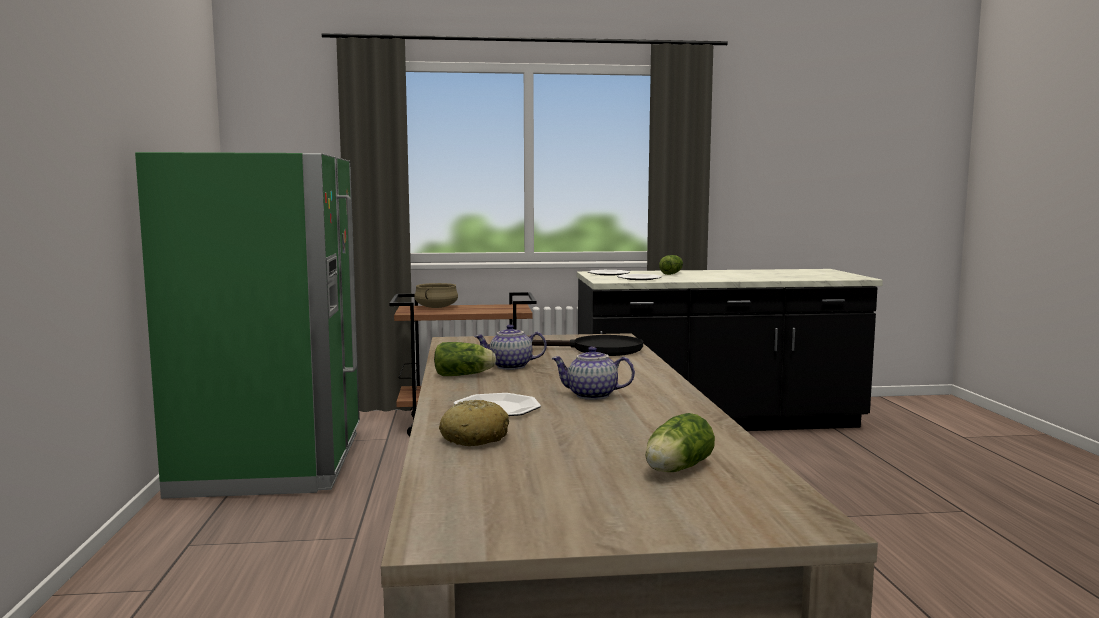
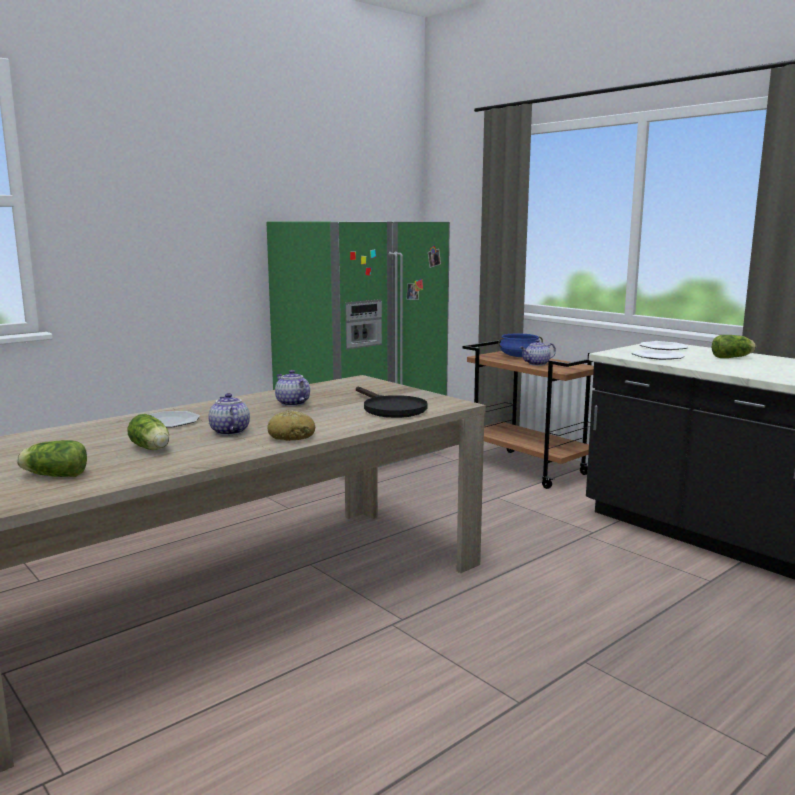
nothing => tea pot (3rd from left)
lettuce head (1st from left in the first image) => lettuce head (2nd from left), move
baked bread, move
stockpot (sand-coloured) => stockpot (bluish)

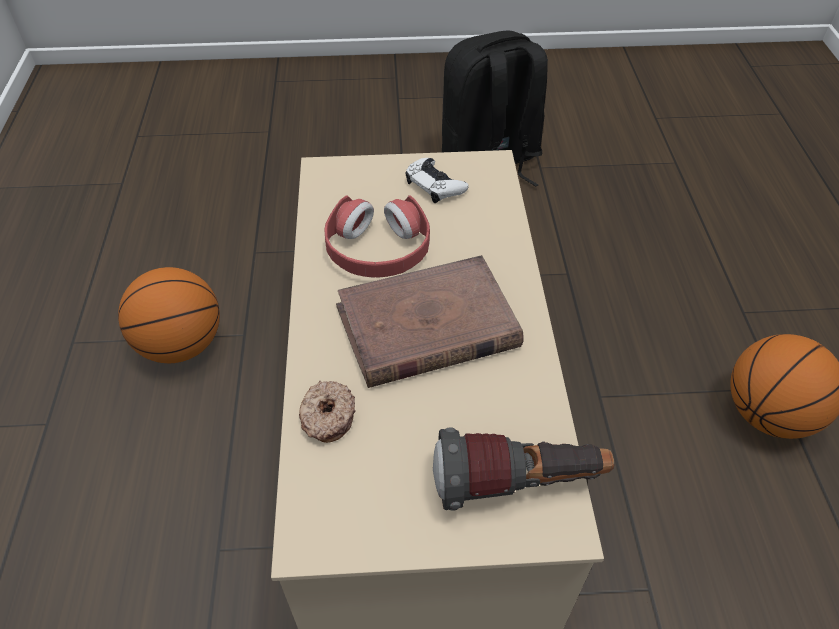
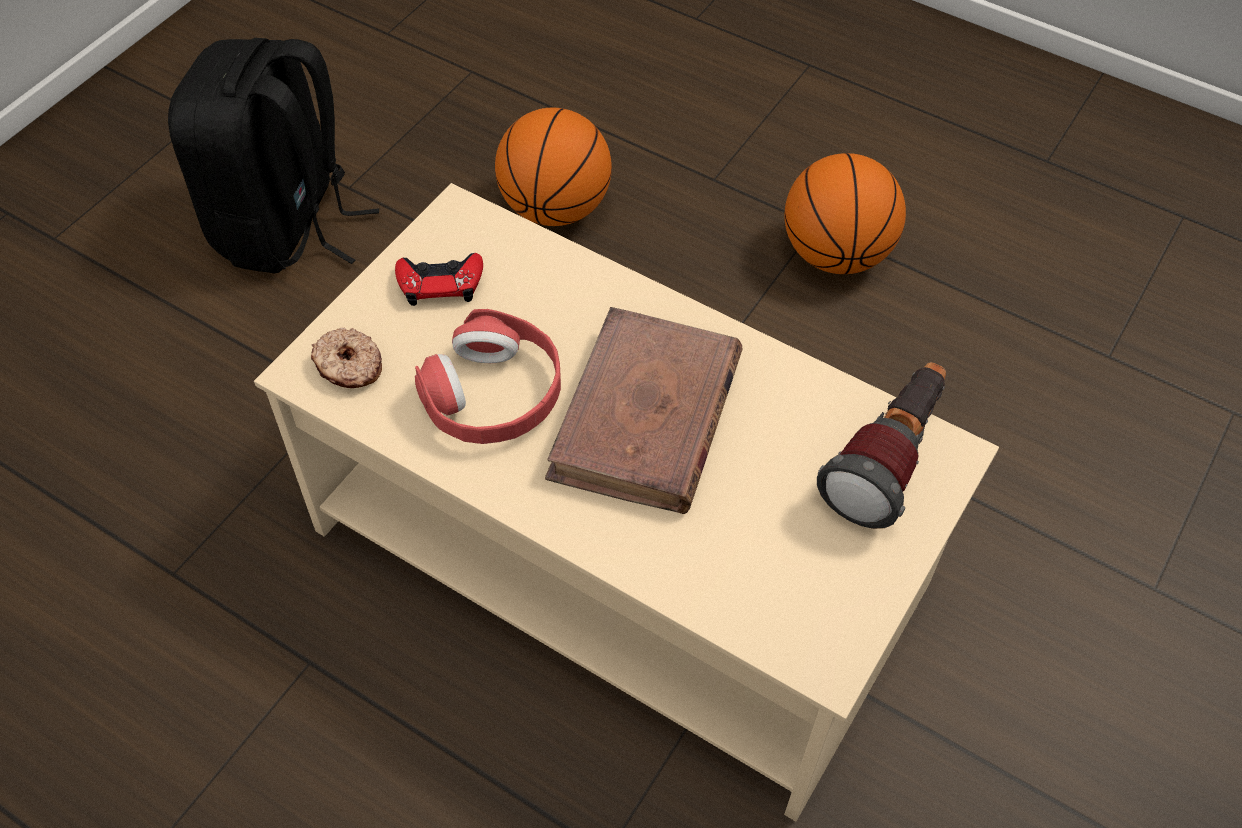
basketball ball (1st from left), move
doughnut, move
game controller (white-coloured) => game controller (red-coloured)

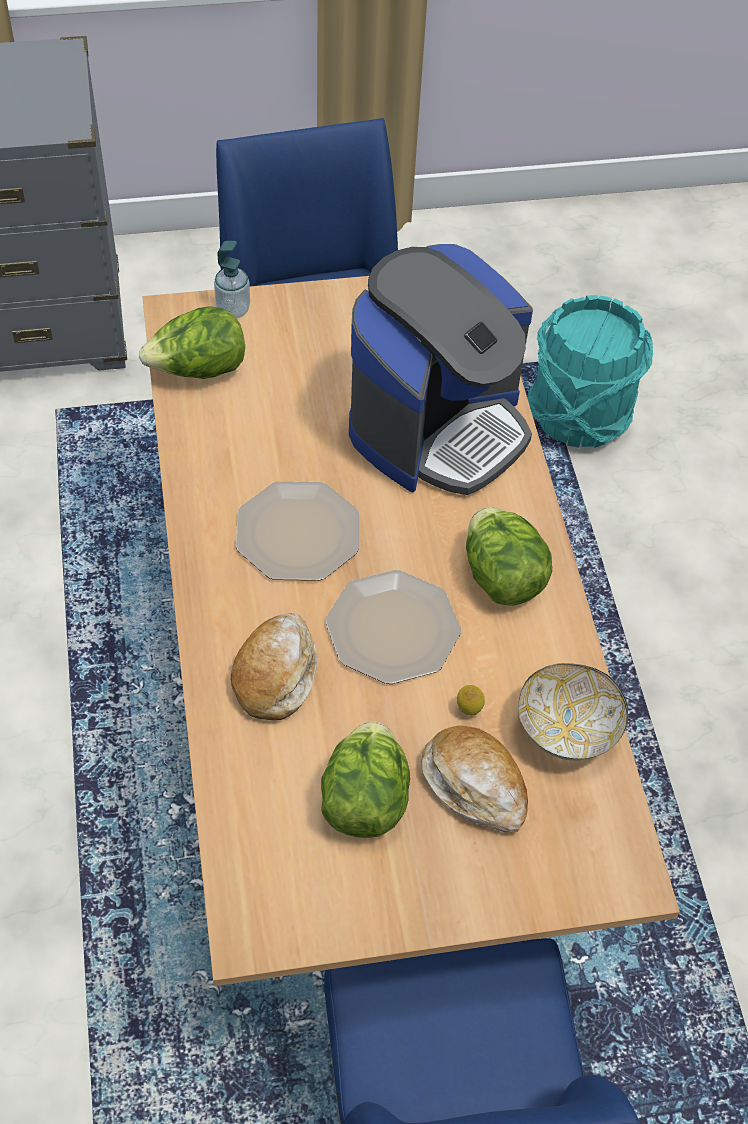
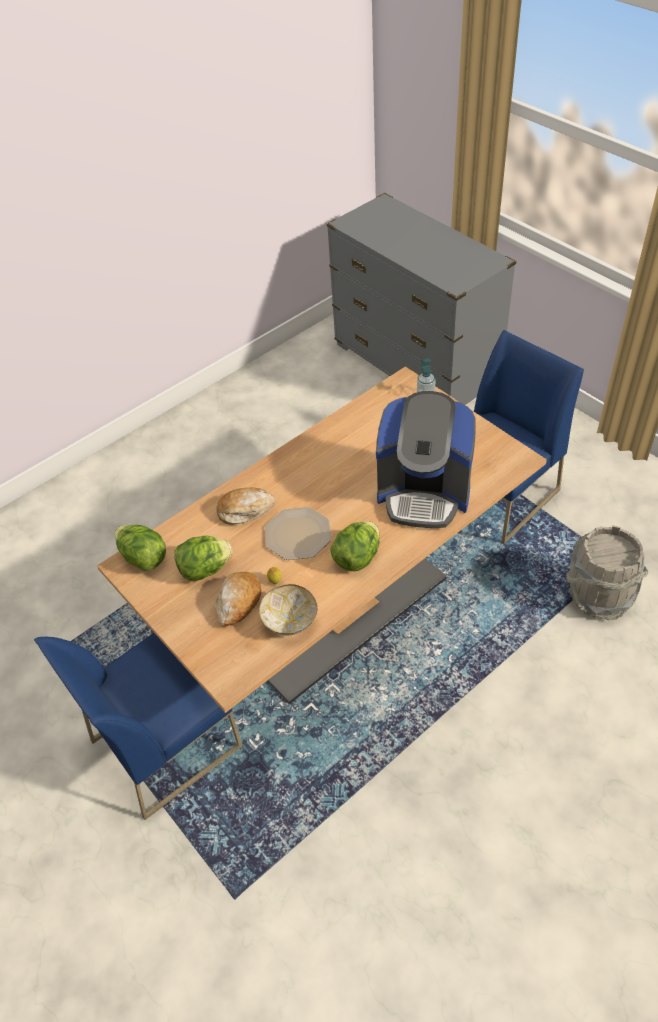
flat dish (1st from left) => nothing
lettuce head (1st from left), move
pail (blue-green) => pail (grey)

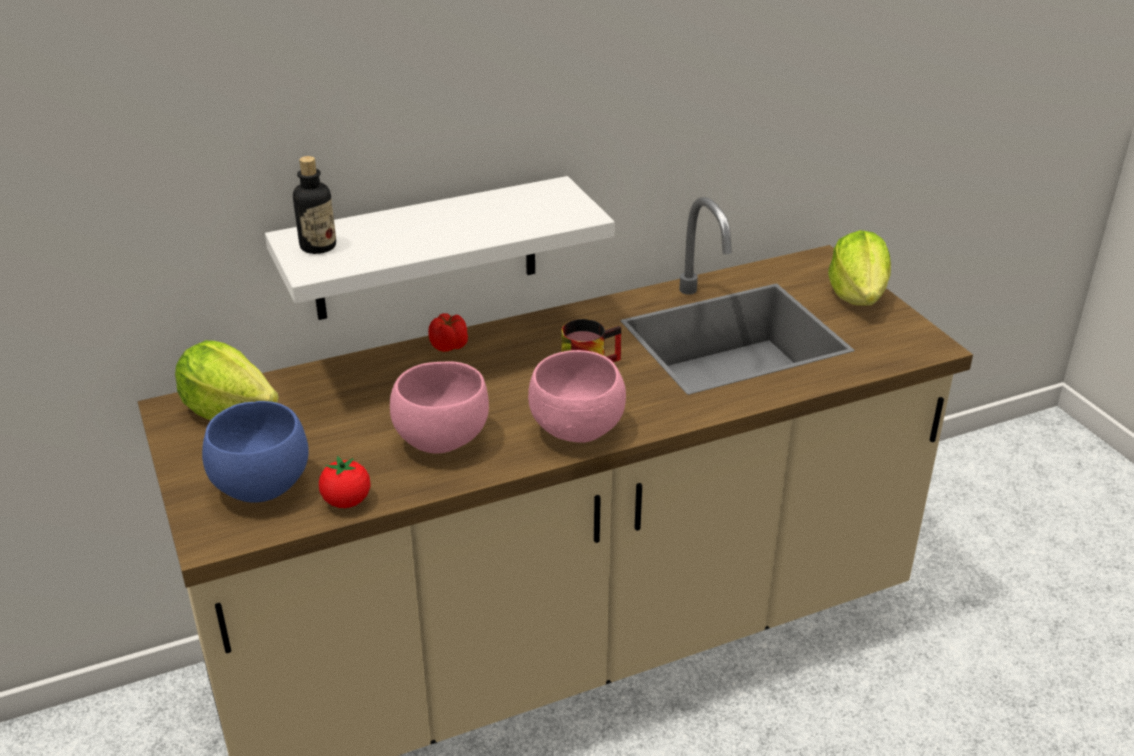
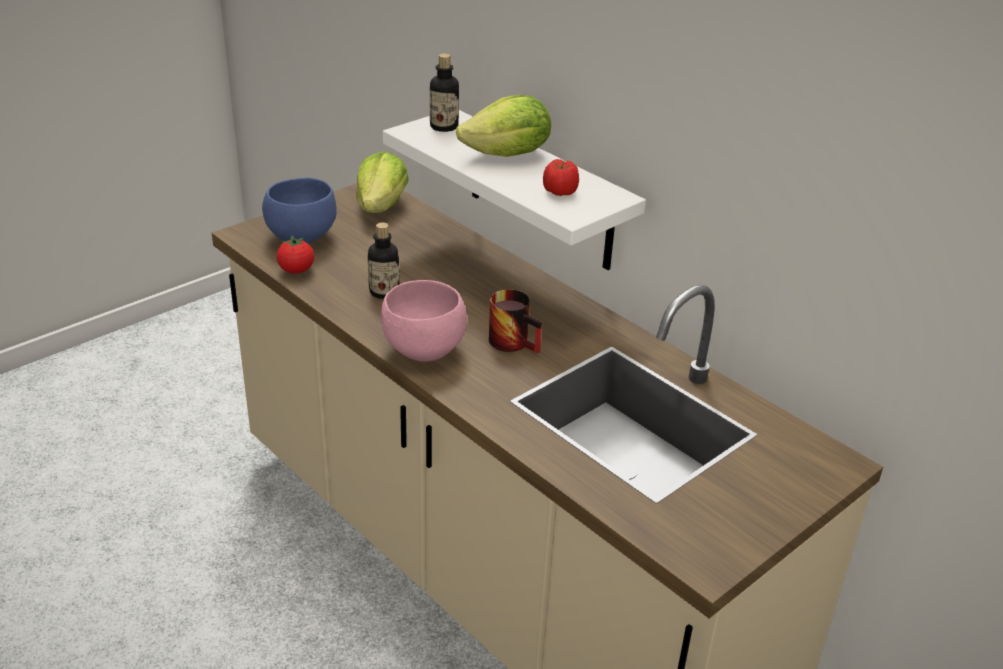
fresh tomato (2nd from left), move
lettuce head (2nd from left), move
deep dish (pink) (1st from left) => drink bottle (1st from left)

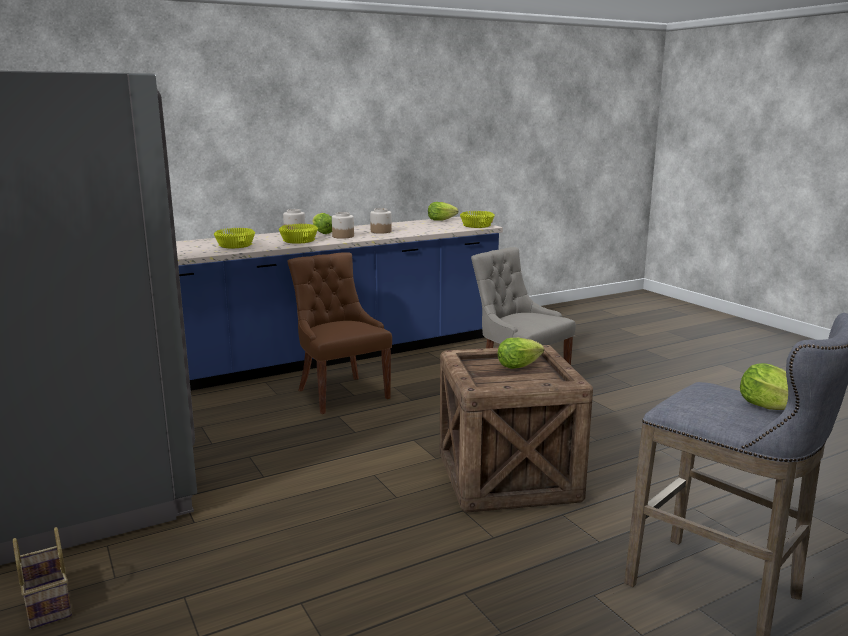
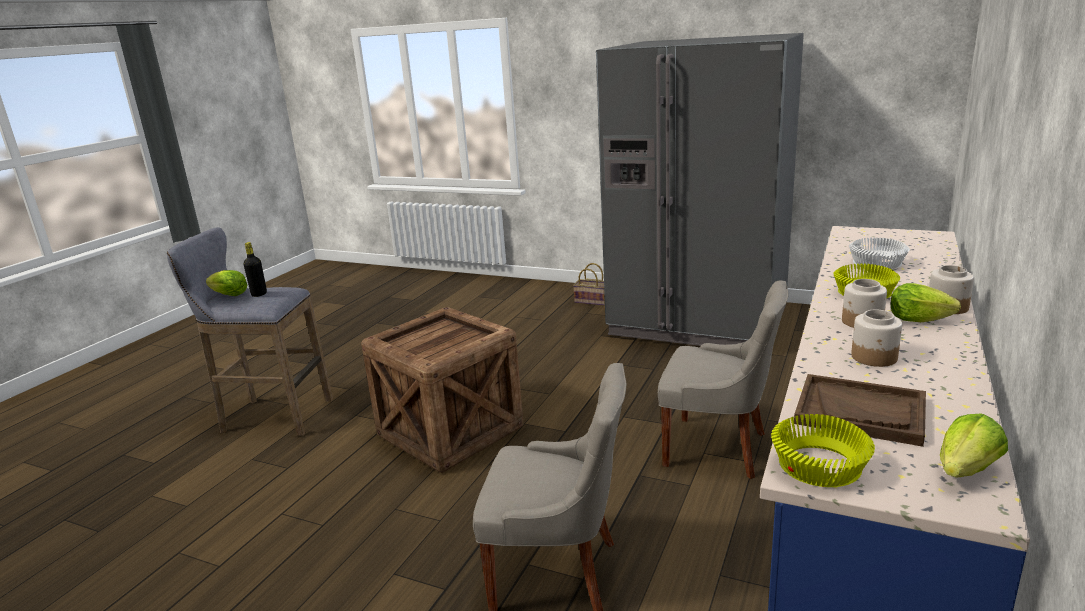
lettuce head (3rd from left) => nothing
nothing => drink bottle (blackish)
nothing => serving tray (brownish)
deep dish (yellow-coloured) (1st from left) => deep dish (white-coloured)
upright chair (brownish) => upright chair (grey) (2nd from left)

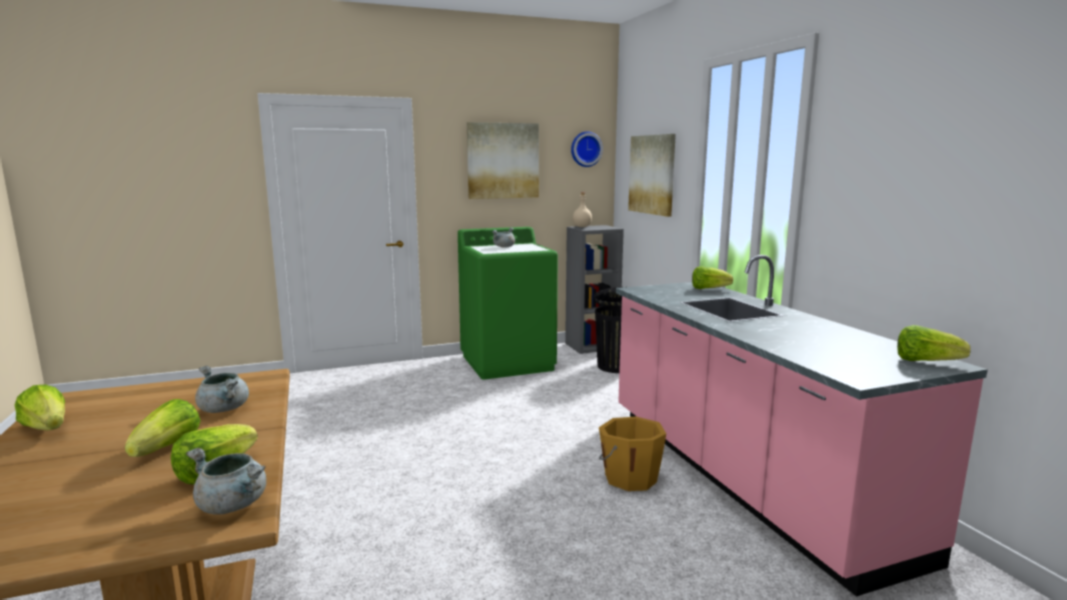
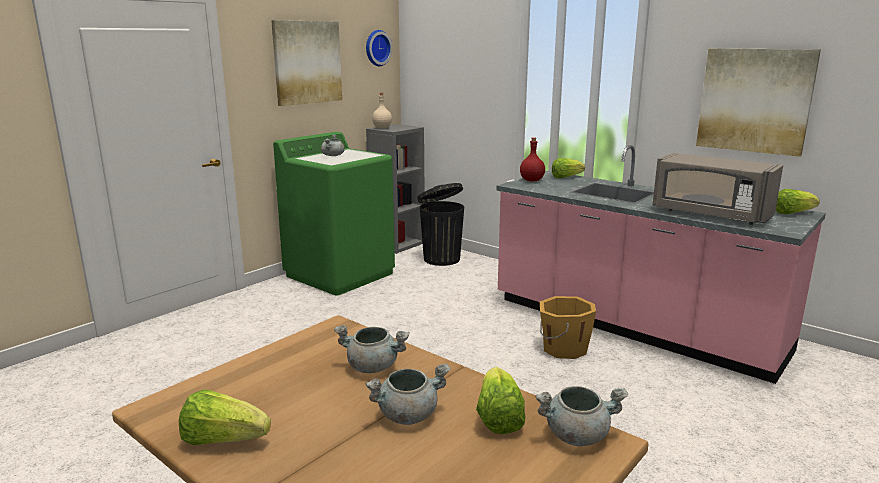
nothing => drink bottle (red-coloured)
nothing => microwave (grey)
picture (2nd from left), move
lettuce head (2nd from left) => stockpot (grey) (3rd from left)

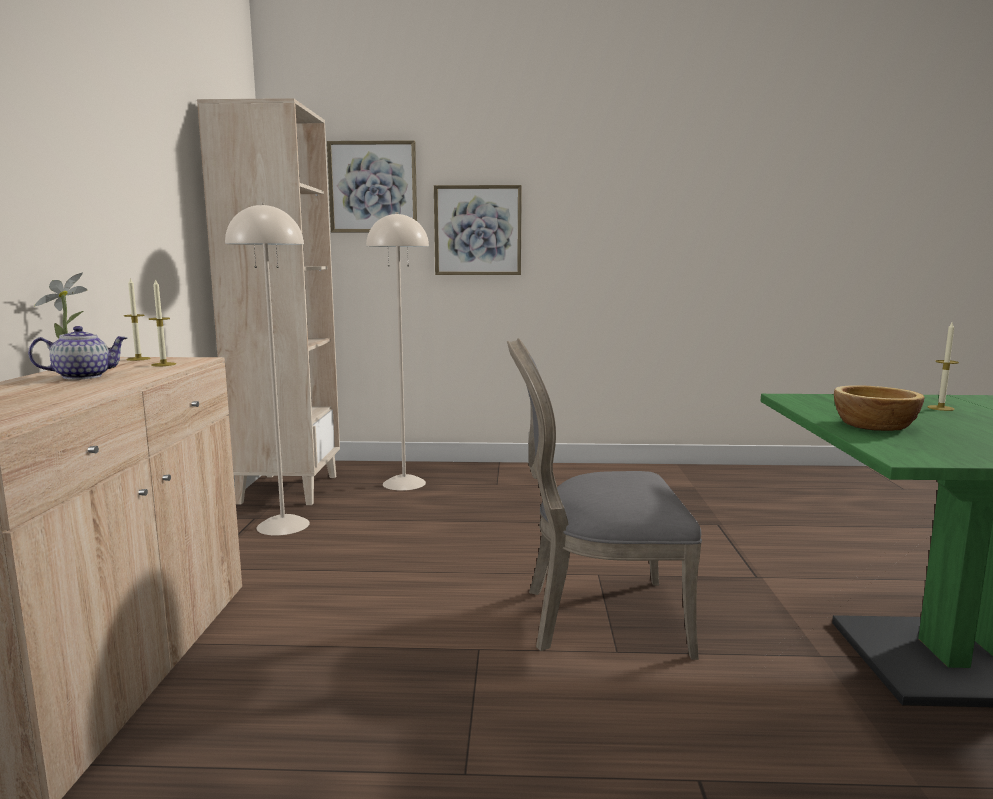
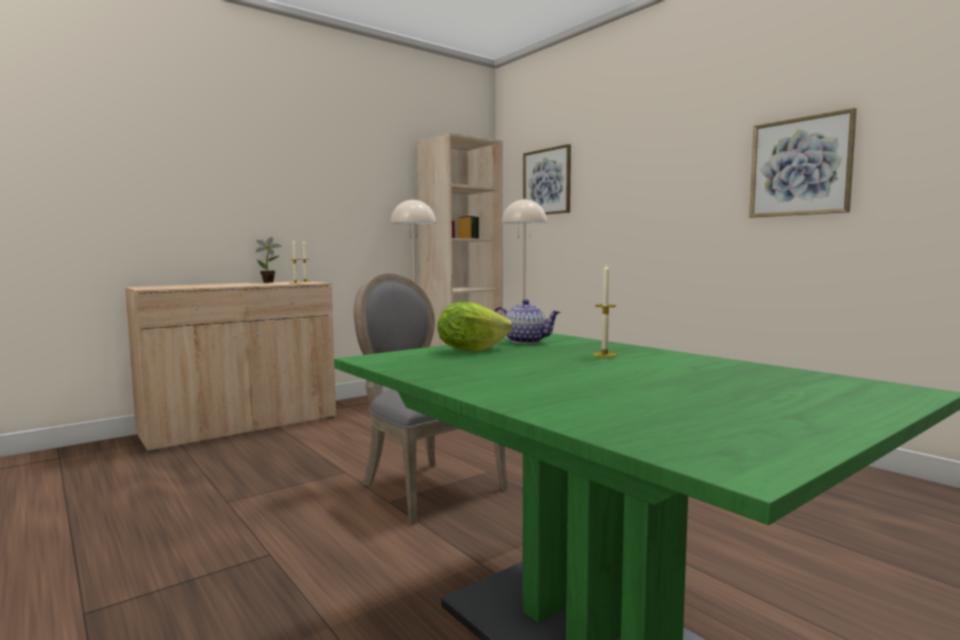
tea pot, move
picture (2nd from left), move
deep dish => lettuce head

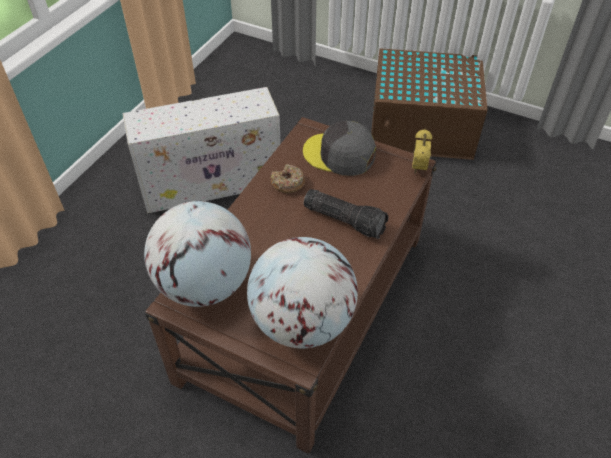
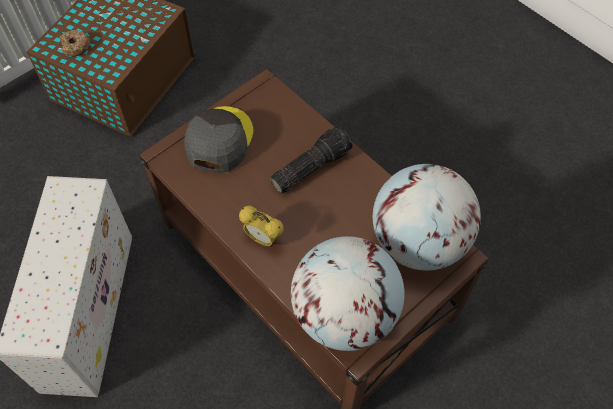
doughnut, move
bedside clock, move
cap (grey), 150 degrees clockwise

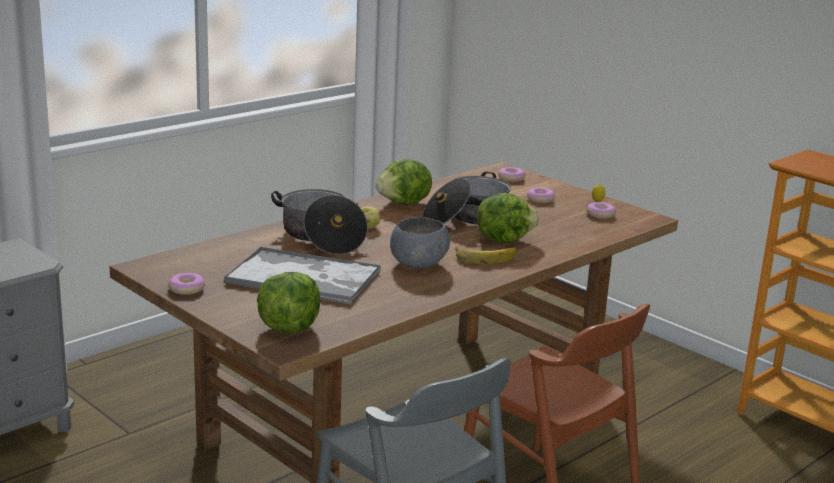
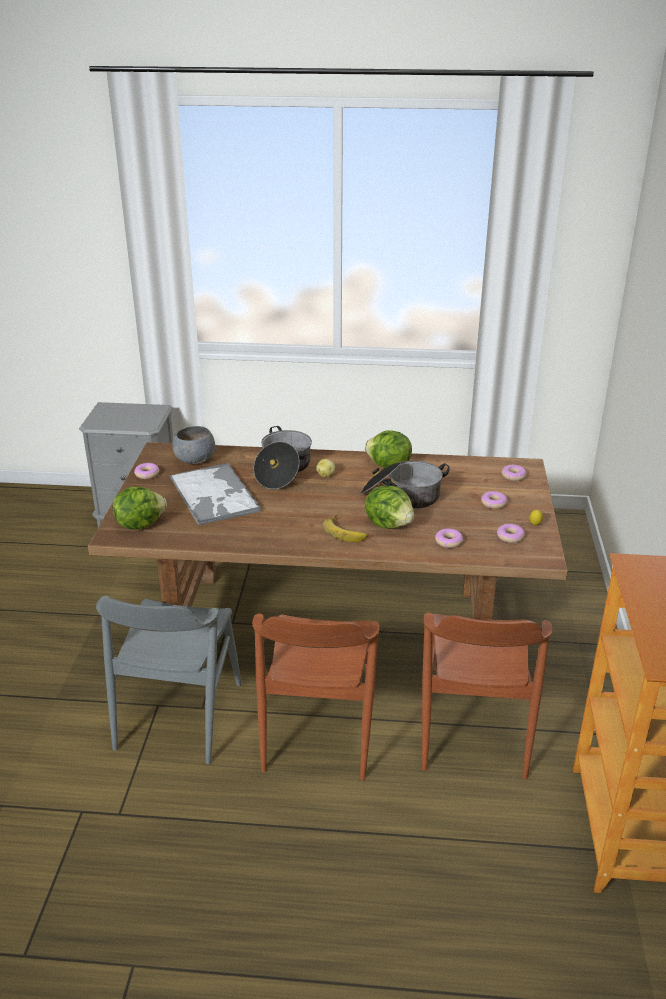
nothing => upright chair (brownish) (2nd from left)
nothing => doughnut (2nd from left)
deep dish (grey), move

